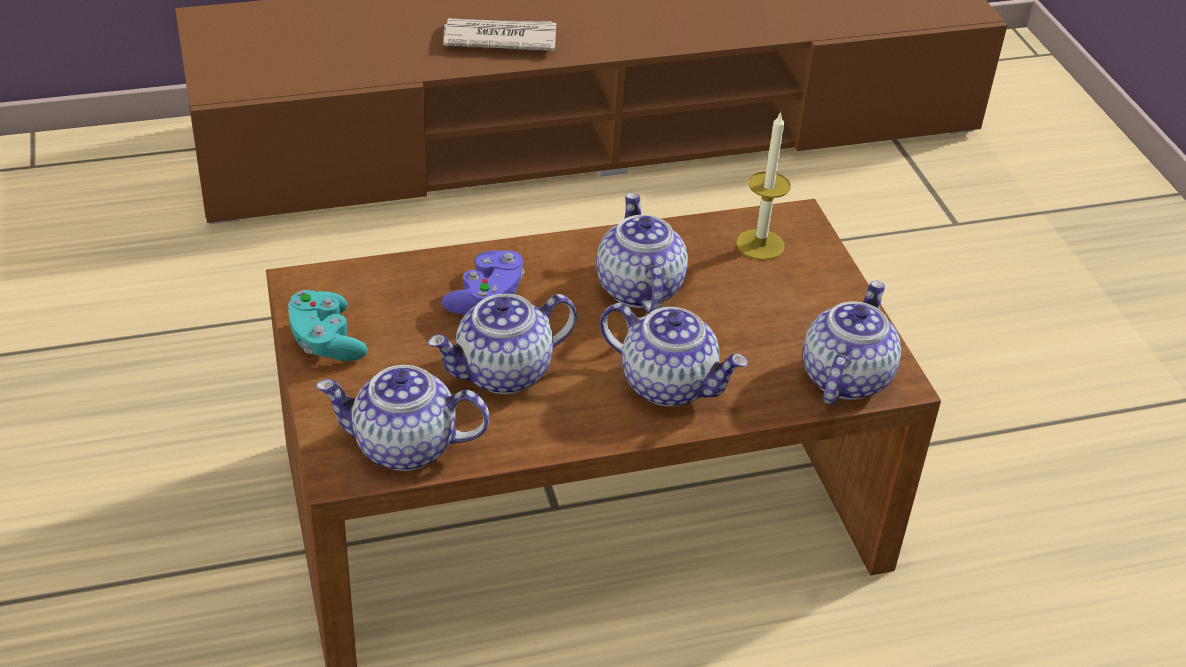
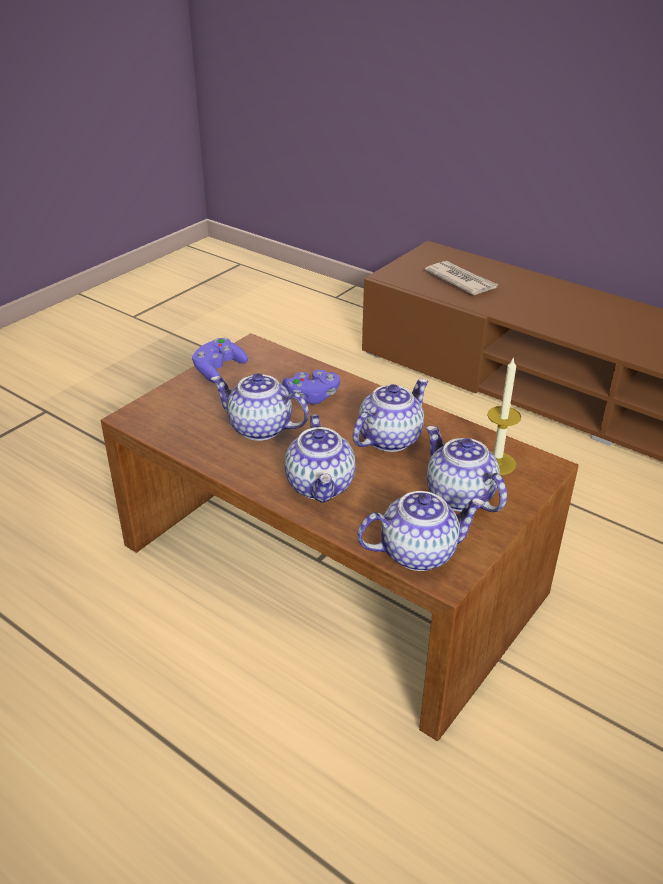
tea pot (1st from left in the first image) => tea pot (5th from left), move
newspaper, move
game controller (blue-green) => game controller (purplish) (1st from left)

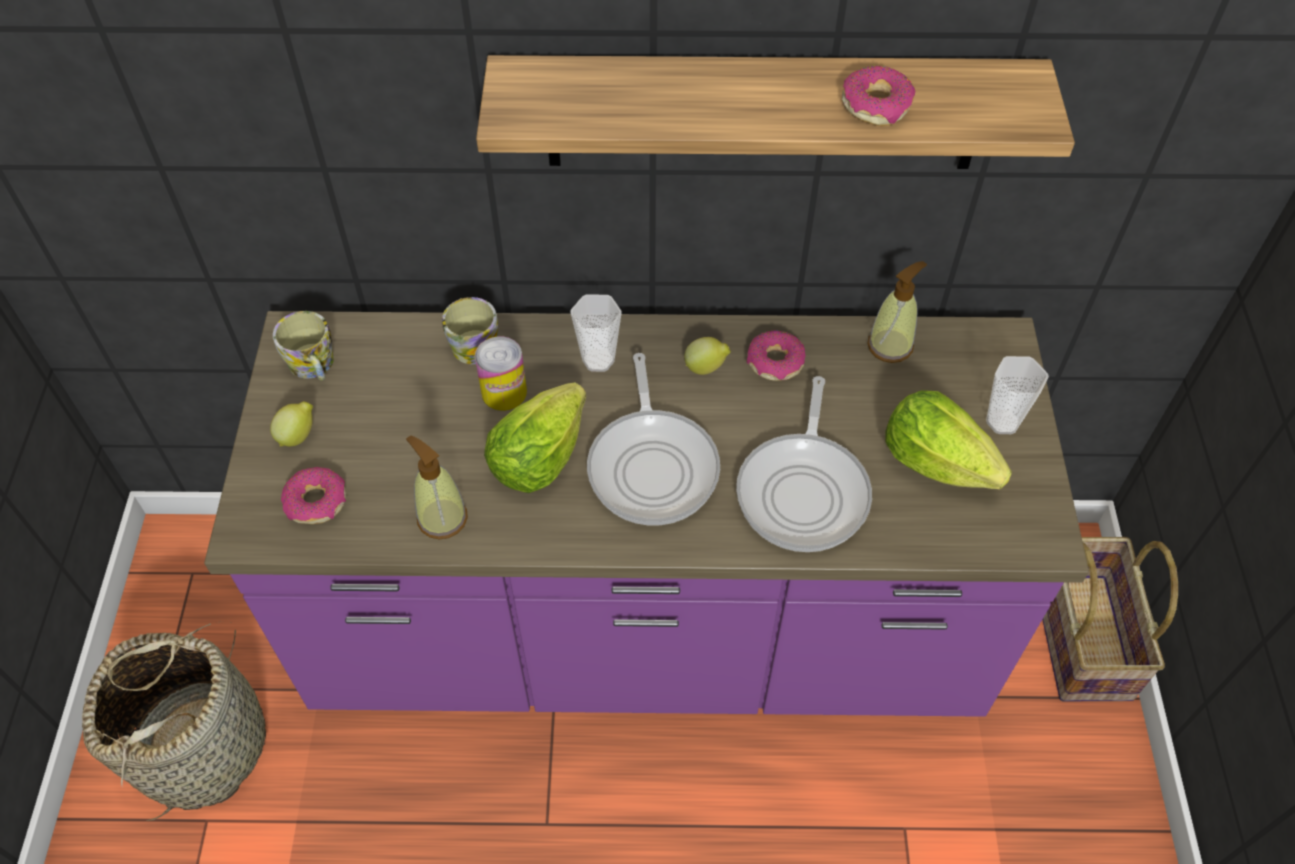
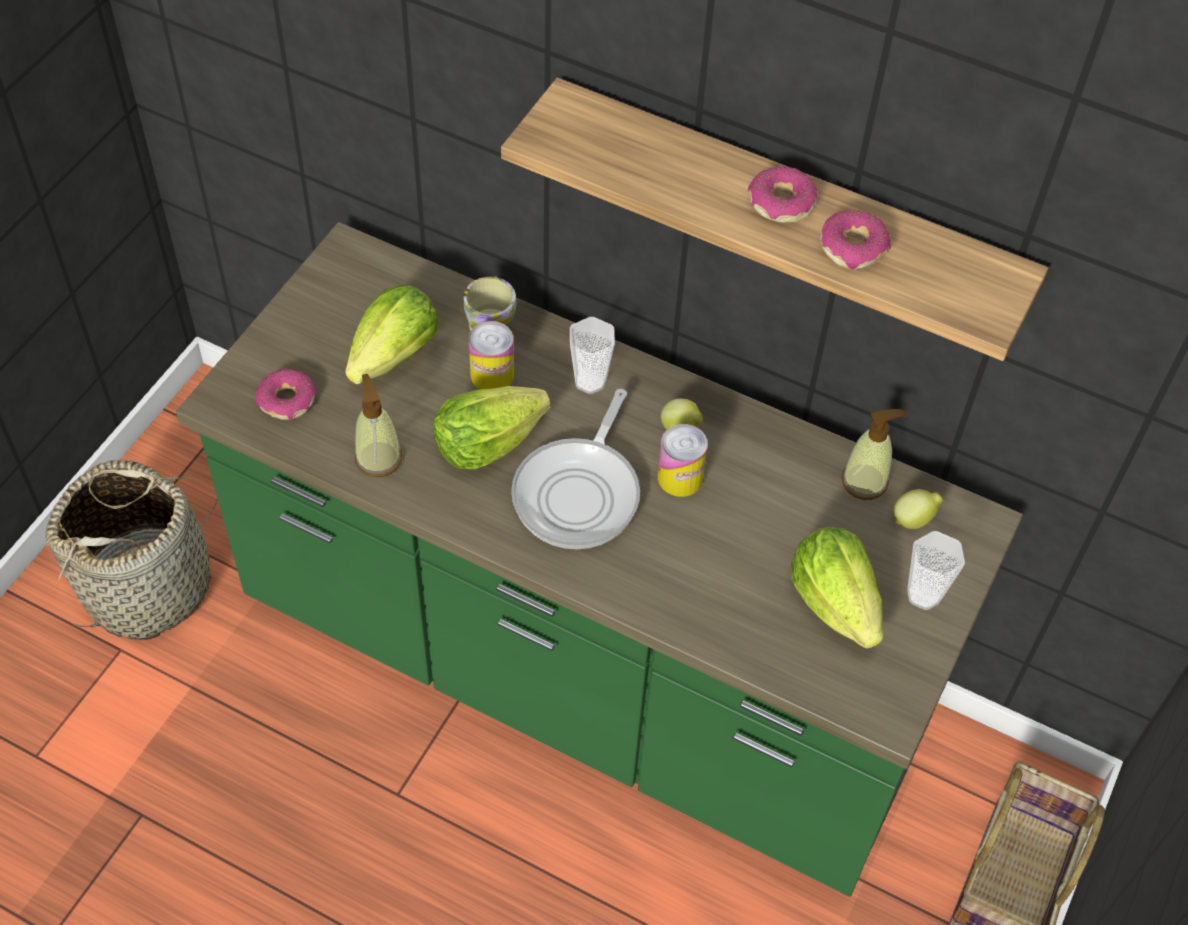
tea mug (1st from left) => nothing
pan (2nd from left) => nothing
nothing => lettuce head (1st from left)
nothing => sealed can (2nd from left)
lemon (1st from left in the first image) => lemon (2nd from left), move
doughnut (2nd from left), move
counter (purplish) => counter (green-coloured)

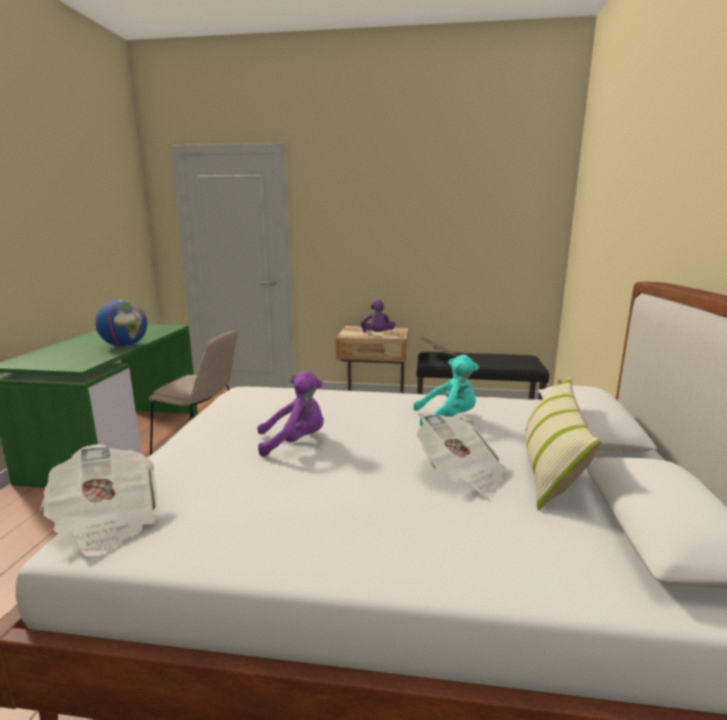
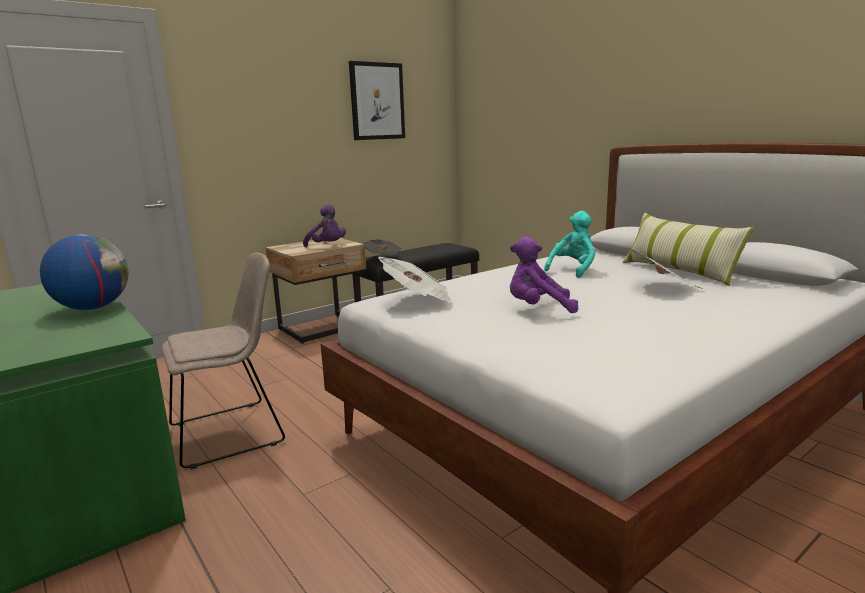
nothing => picture
newspaper (1st from left in the first image) => newspaper (2nd from left), move
plush toy (purplish) (1st from left in the first image) => plush toy (purplish) (2nd from left), 120 degrees counterclockwise

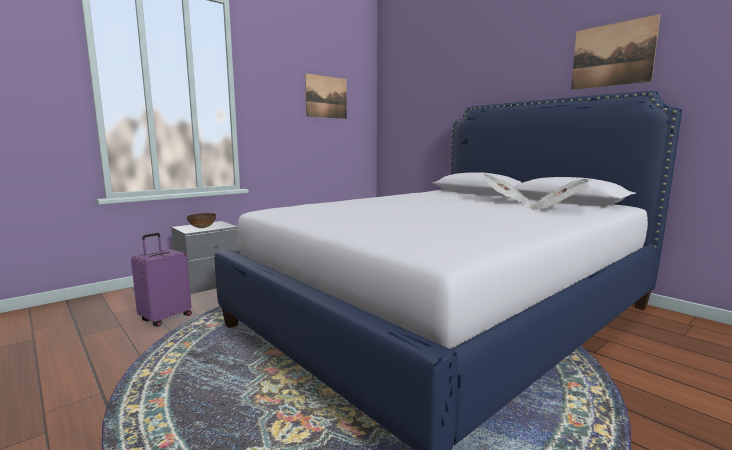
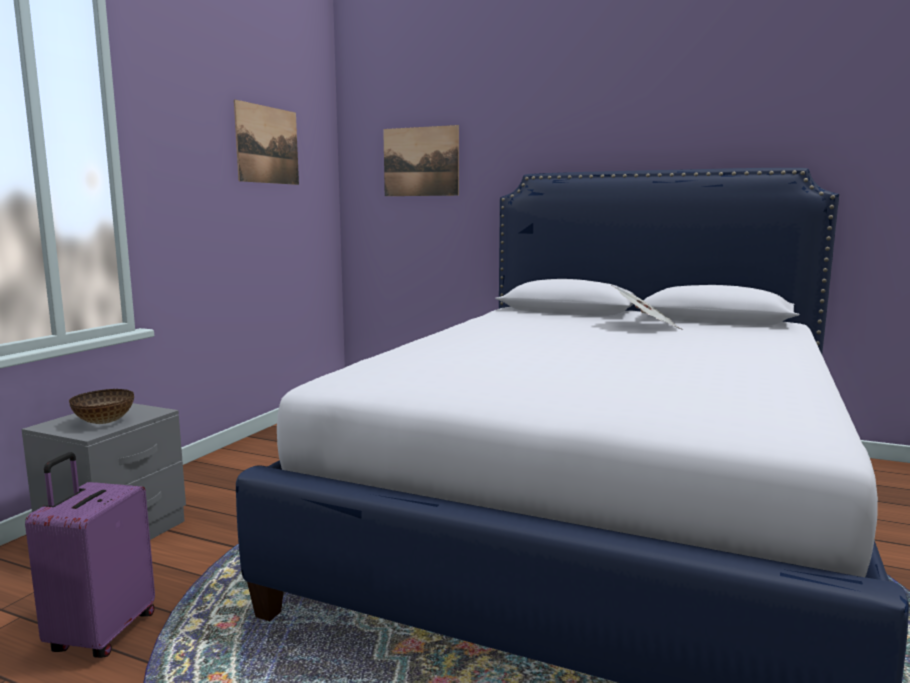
newspaper (2nd from left) => nothing
picture (2nd from left), move

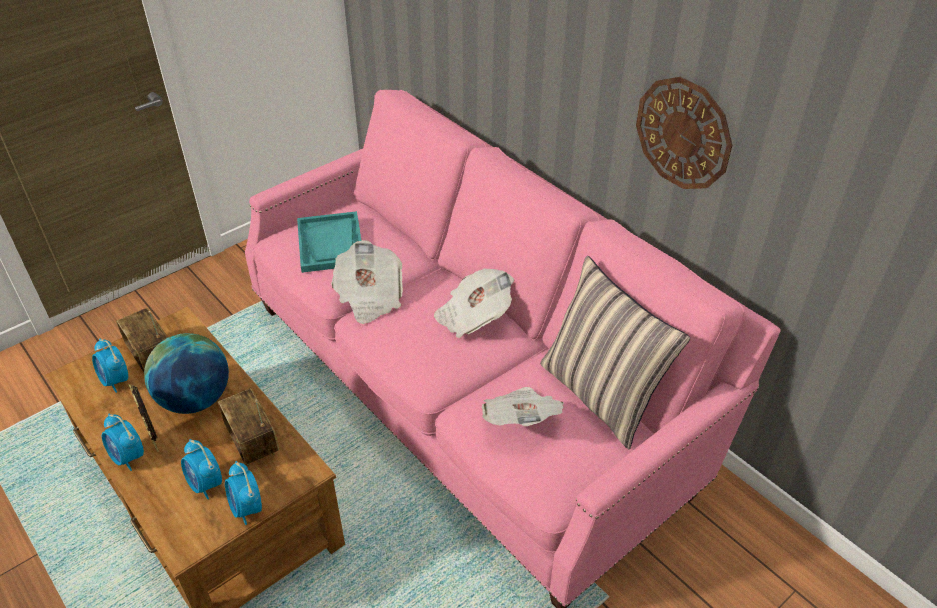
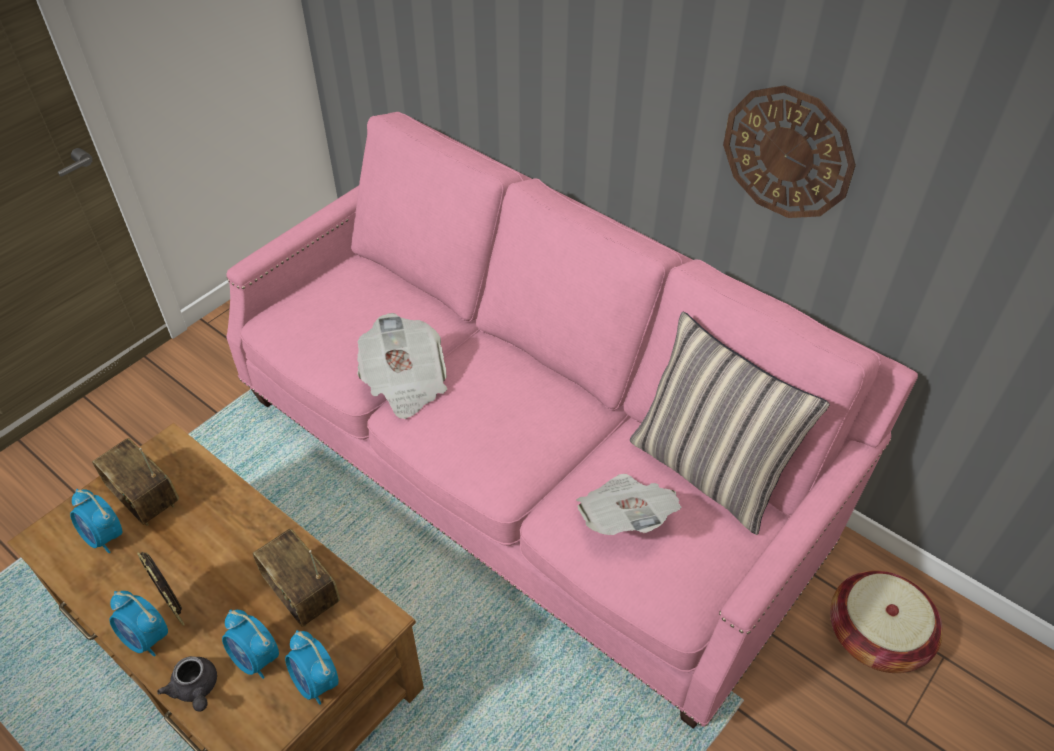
world globe => nothing
serving tray (blue-green) => nothing
newspaper (2nd from left) => nothing
nothing => tea pot (grey)
nothing => storage basket

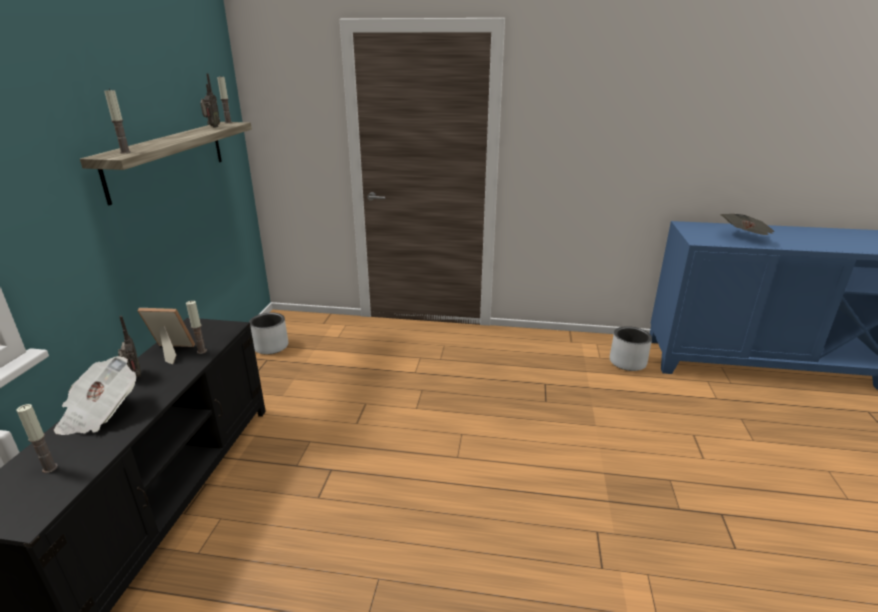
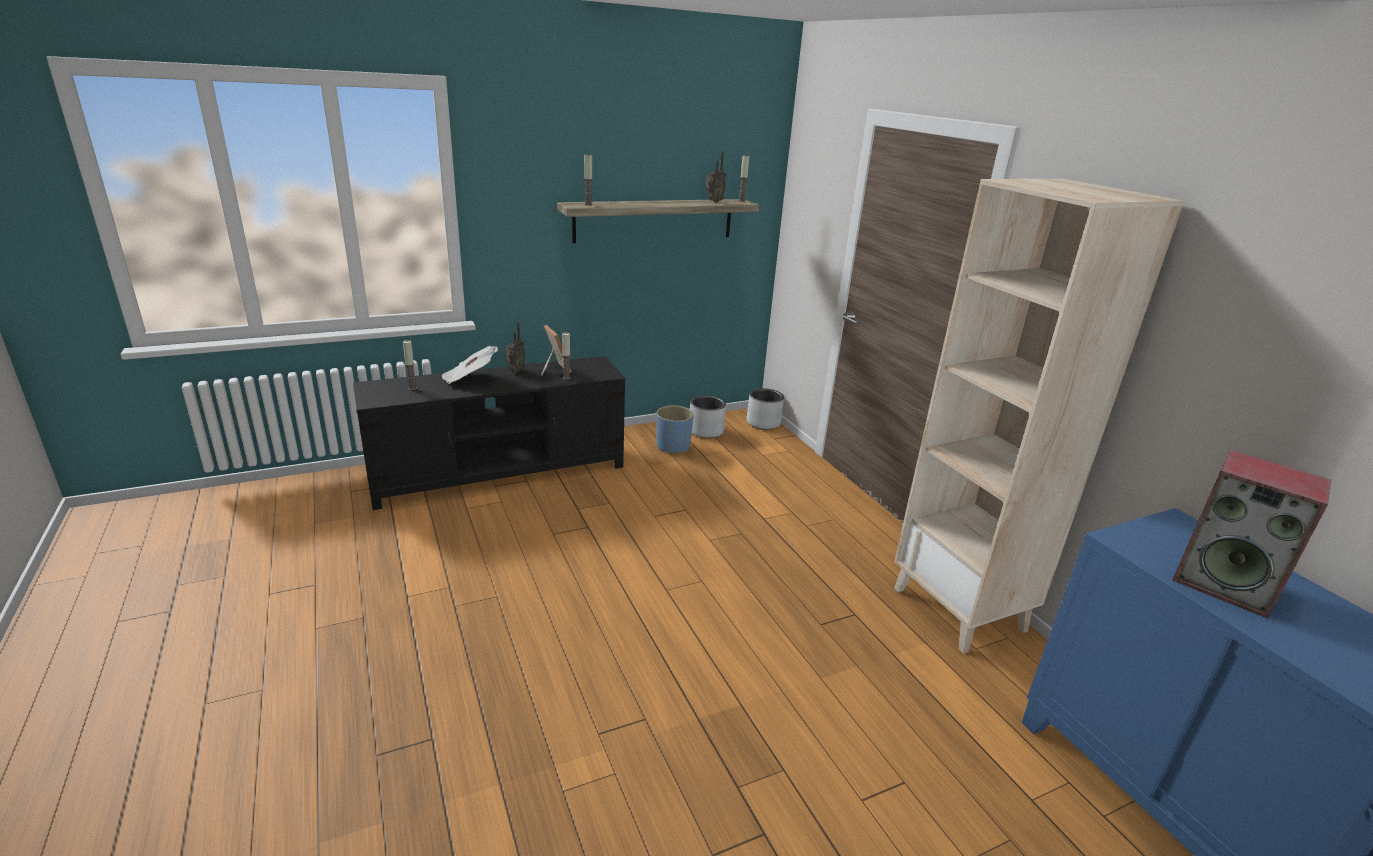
nothing => planter (bluish)
nothing => bookcase (sand-coloured)
planter (grey) (2nd from left), move
newspaper (2nd from left) => loudspeaker

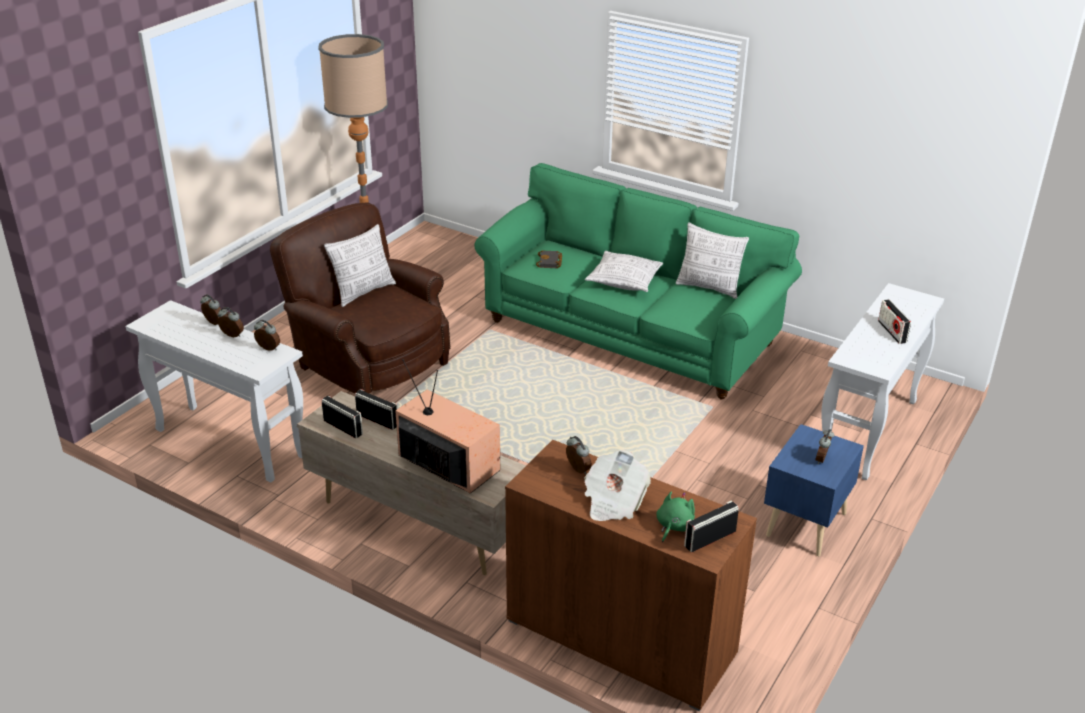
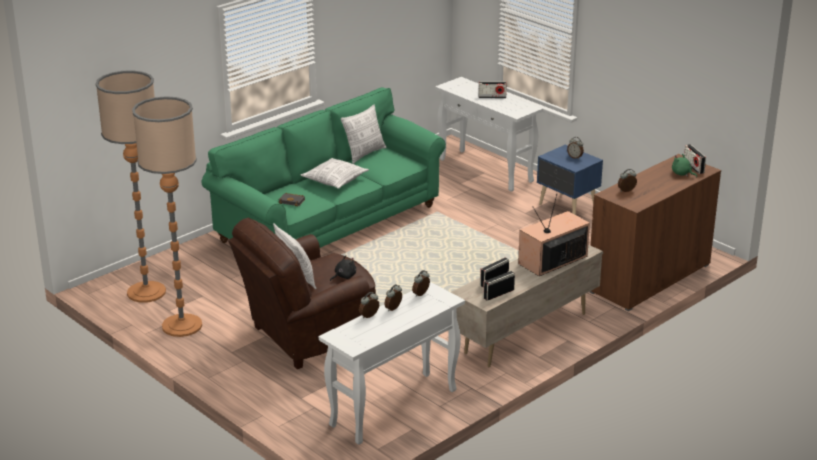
newspaper => nothing
nothing => standing lamp (1st from left)
nothing => plush toy (blackish)

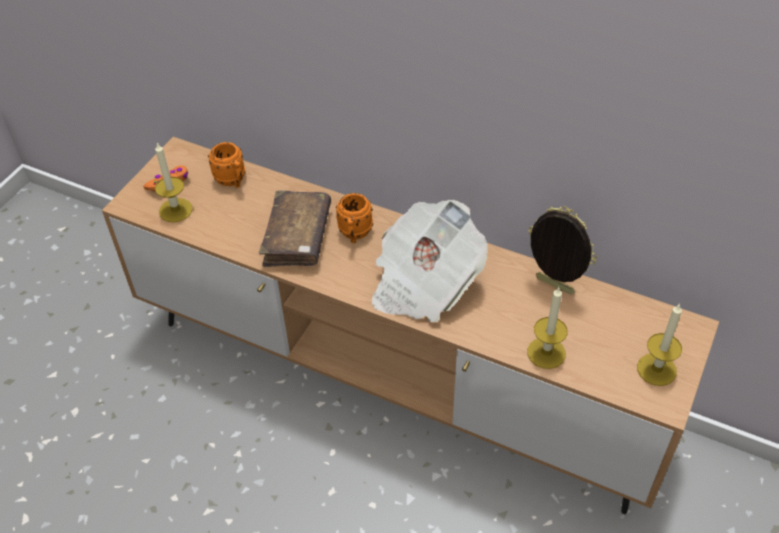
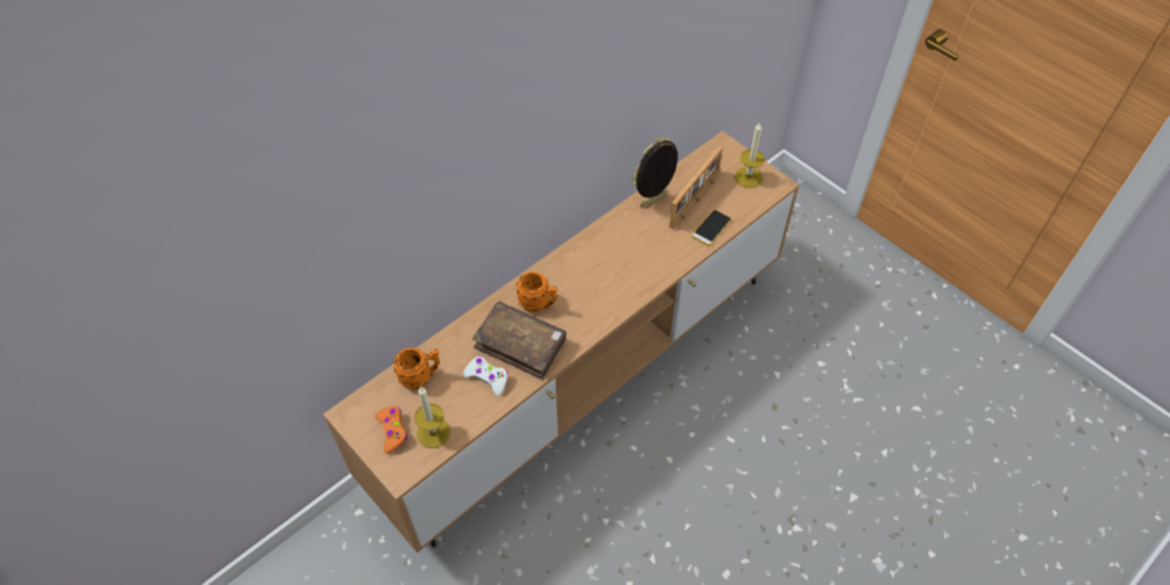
newspaper => nothing
nothing => game controller (white-coloured)
nothing => standing frame (2nd from left)
wax light (2nd from left) => phone

